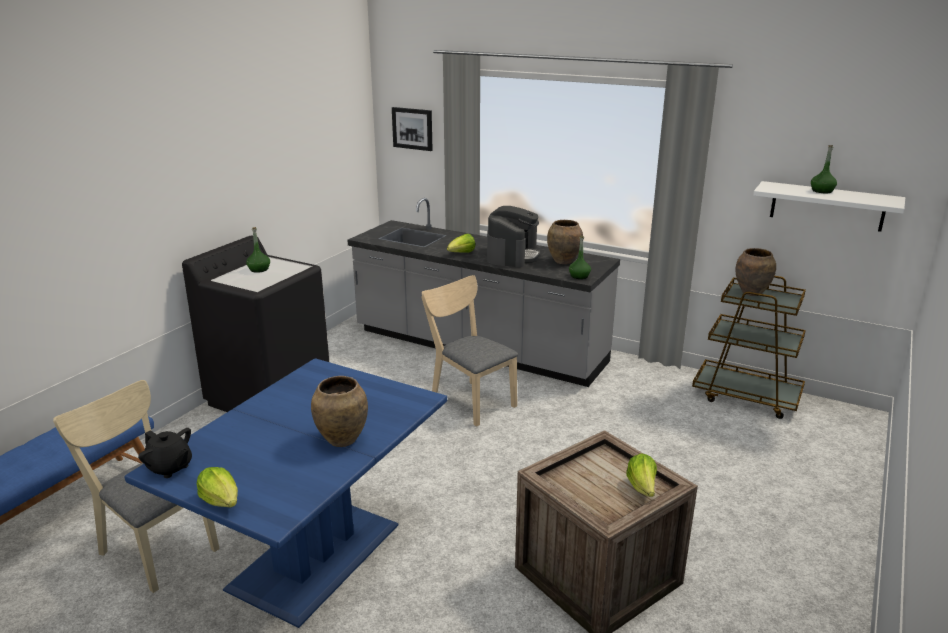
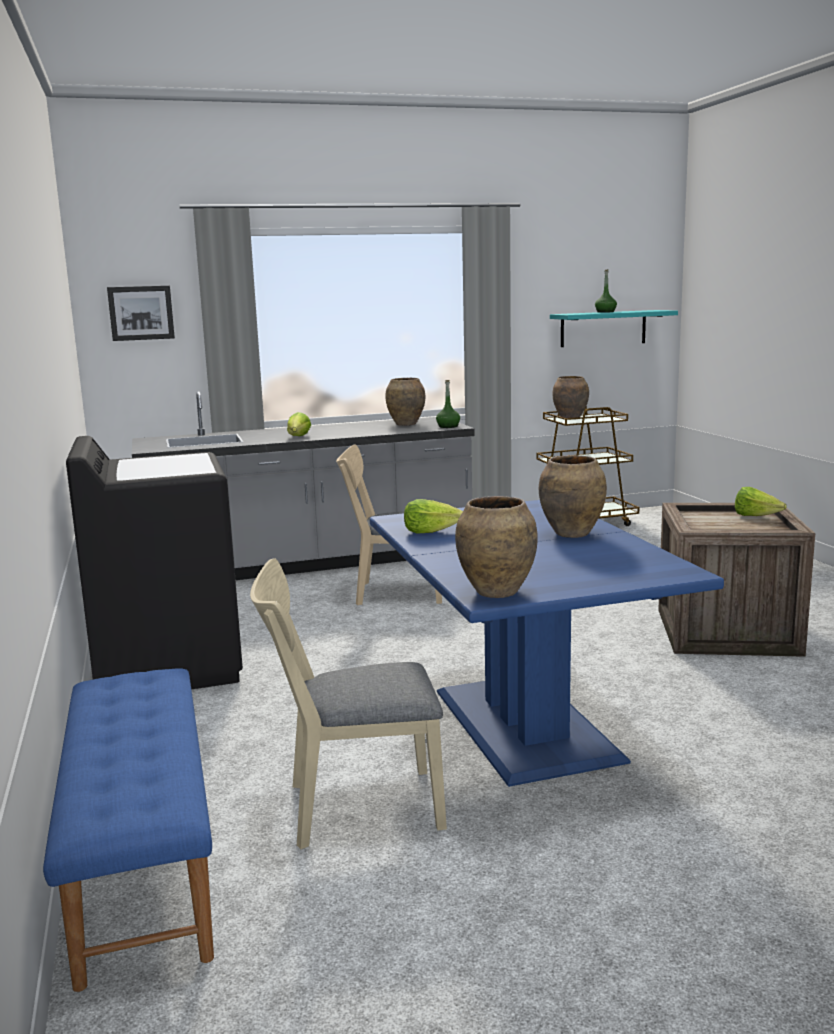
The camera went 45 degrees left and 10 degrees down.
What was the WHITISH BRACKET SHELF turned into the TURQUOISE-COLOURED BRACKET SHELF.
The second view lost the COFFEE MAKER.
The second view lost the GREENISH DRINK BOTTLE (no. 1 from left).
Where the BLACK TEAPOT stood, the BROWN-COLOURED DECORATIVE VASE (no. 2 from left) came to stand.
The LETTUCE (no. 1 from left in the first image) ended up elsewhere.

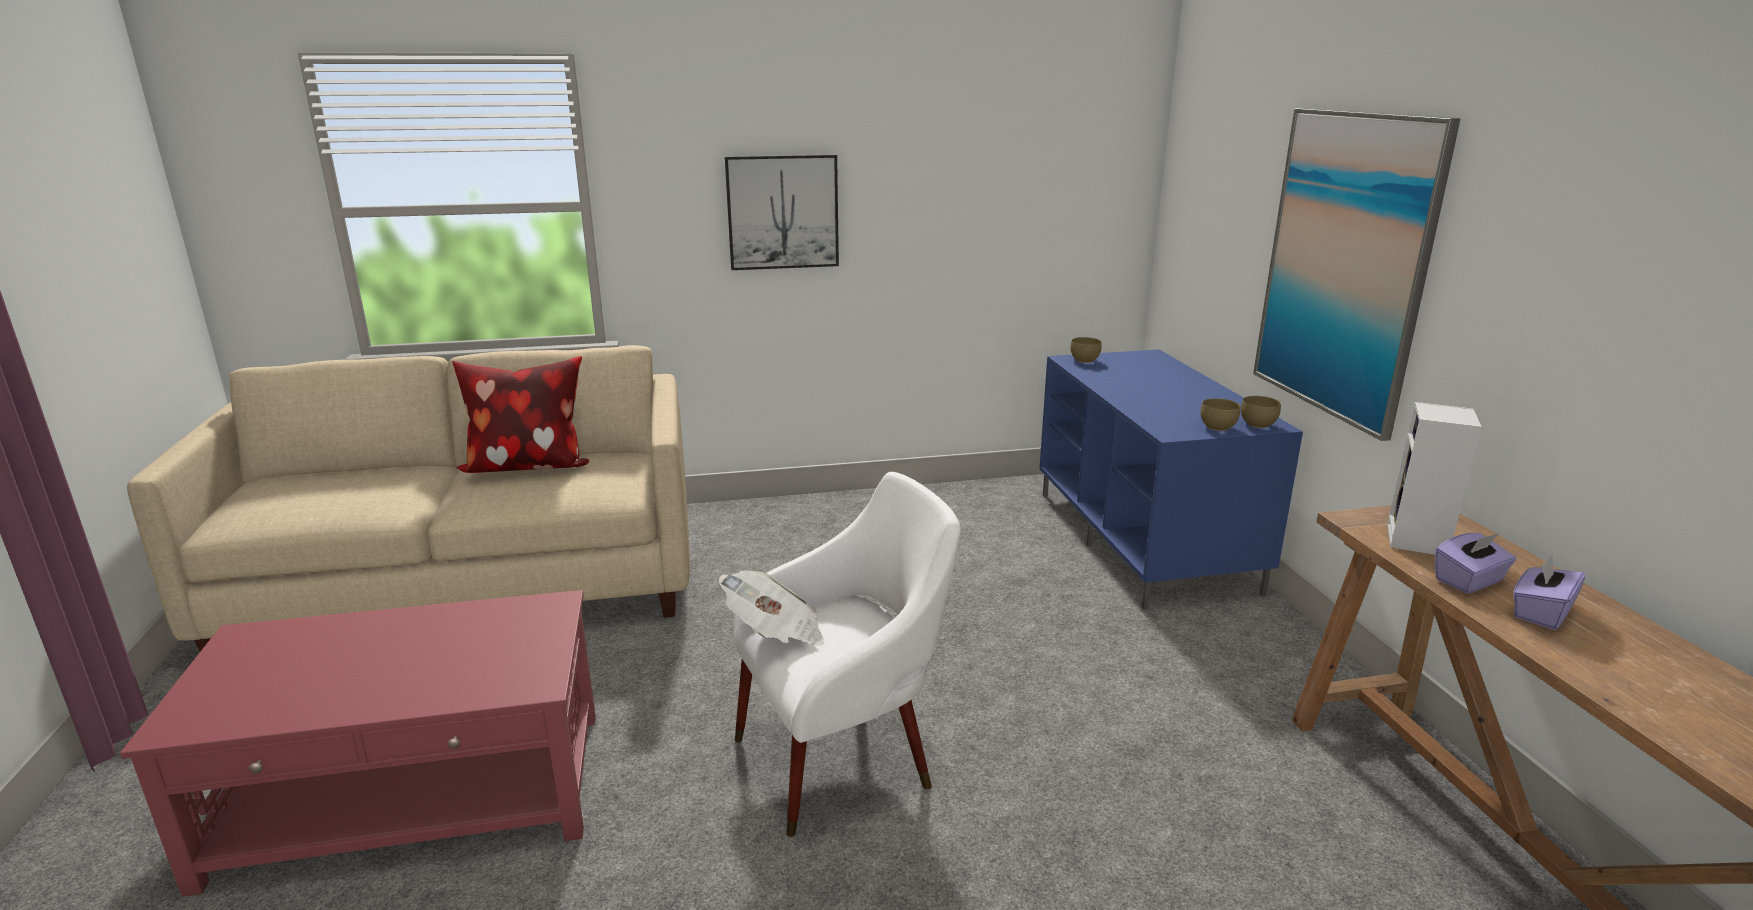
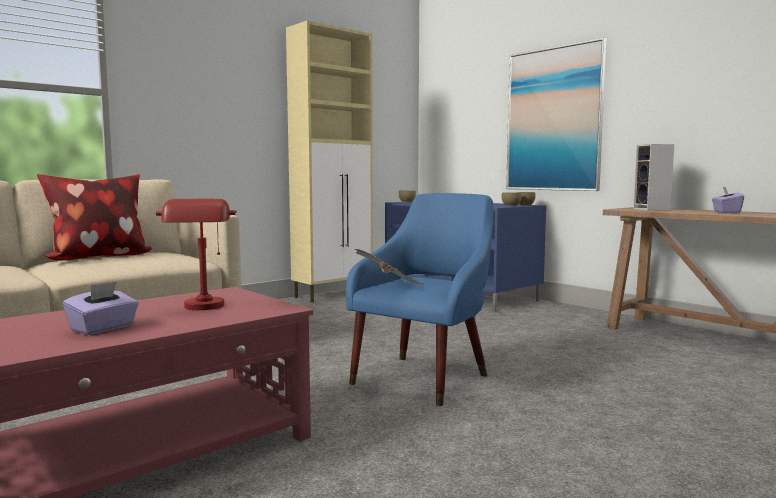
The camera went 30 degrees left and 15 degrees down.
The second view lost the WALL PICTURE (no. 1 from left).
What was the WHITISH ARMCHAIR turned into the BLUE ARMCHAIR.
The PURPLISH TISSUE BOX (no. 1 from left) ended up elsewhere.
The second view gained the BEIGE-COLOURED STORAGE CABINET.
The second view gained the RED-COLOURED LAMP FOR A TABLE.

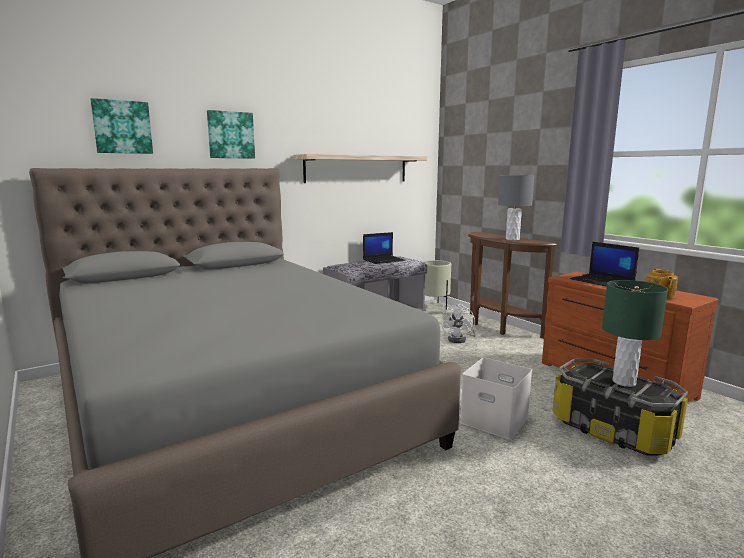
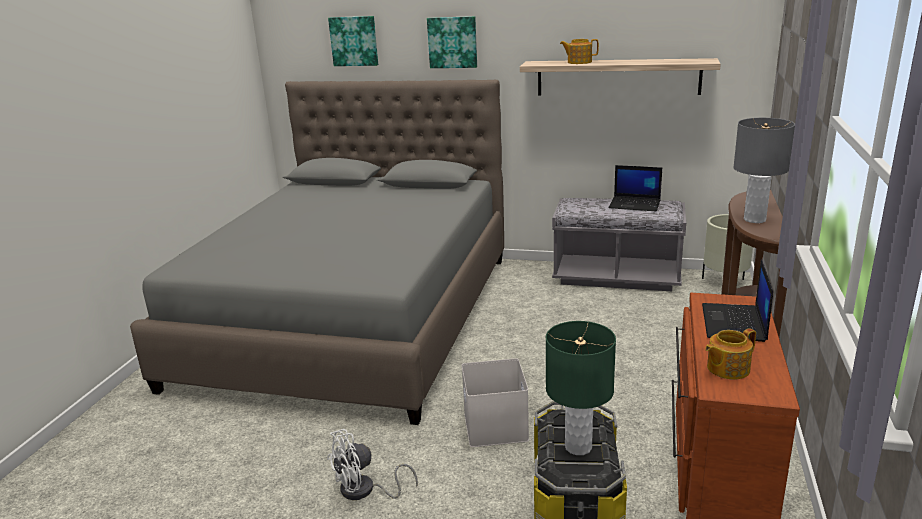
The camera went 50 degrees right and 10 degrees up.
The WHITISH ELECTRIC FAN ended up elsewhere.
The second view gained the TEAPOT (no. 1 from left).

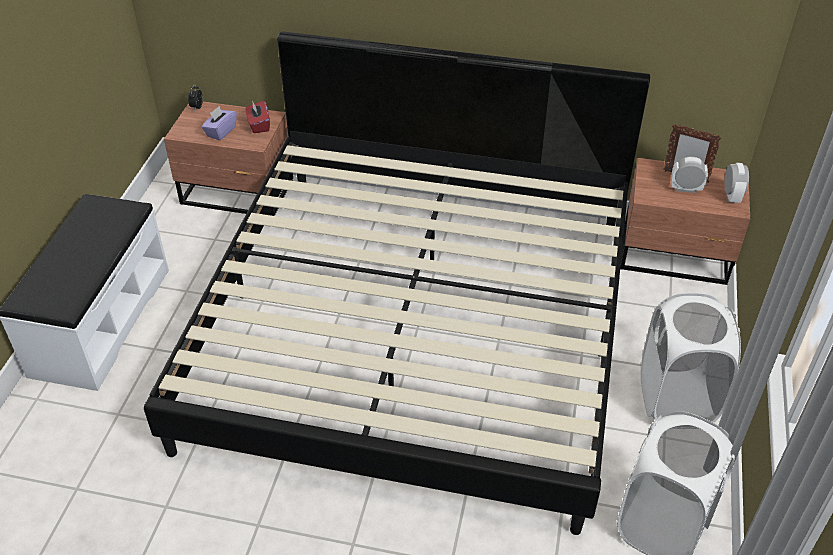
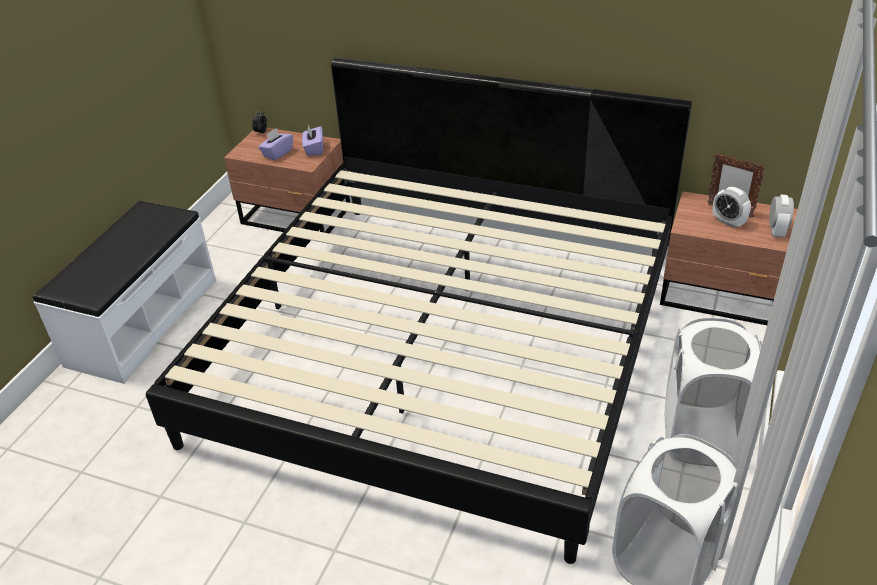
The camera went 10 degrees right and 5 degrees down.
What was the RED-COLOURED TISSUE BOX turned into the PURPLISH TISSUE BOX (no. 2 from left).
The TABLE CLOCK (no. 2 from left) ended up facing another way, 150 degrees counterclockwise from before.

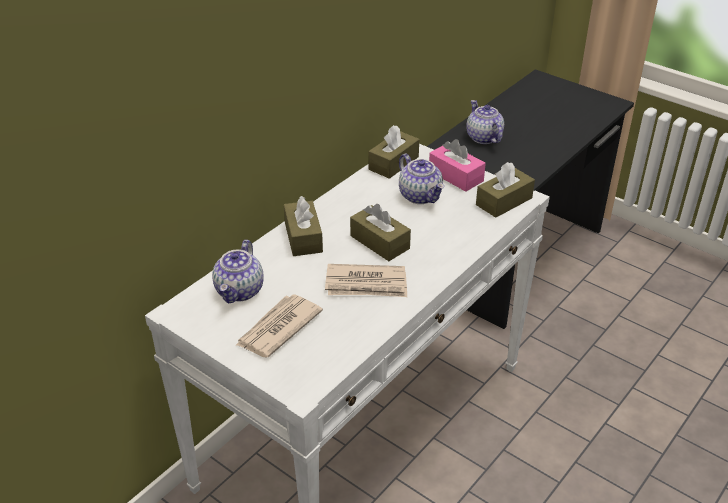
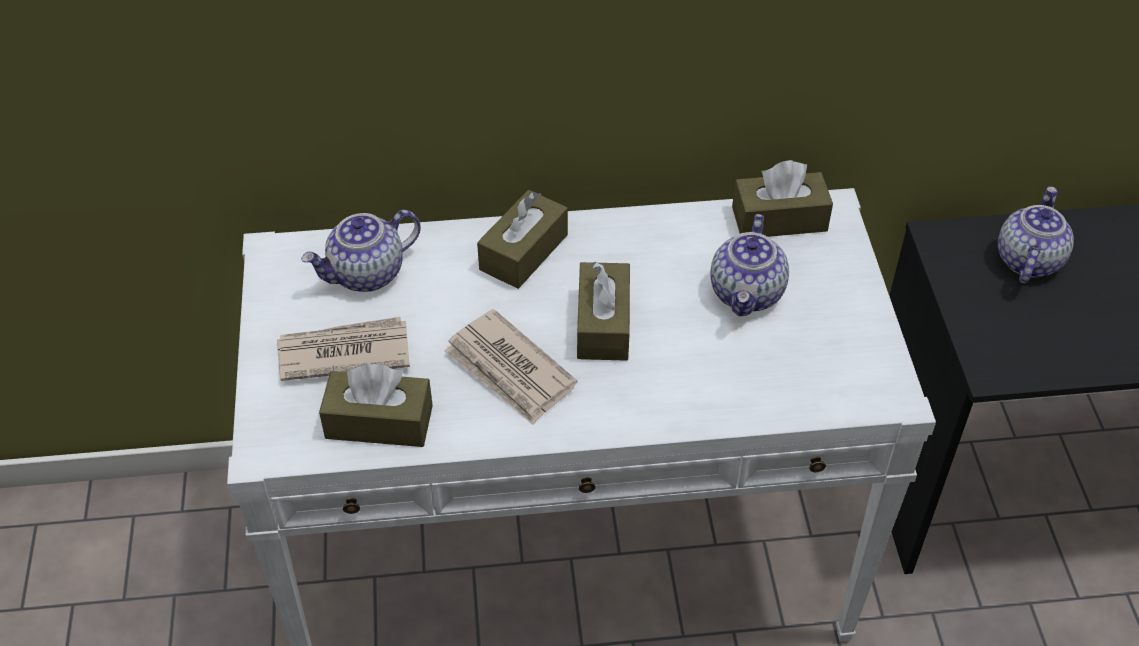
The camera went 45 degrees right and 10 degrees up.
The second view lost the PINKISH TISSUE BOX.
The BROWN-COLOURED TISSUE BOX (no. 4 from left in the first image) ended up elsewhere.

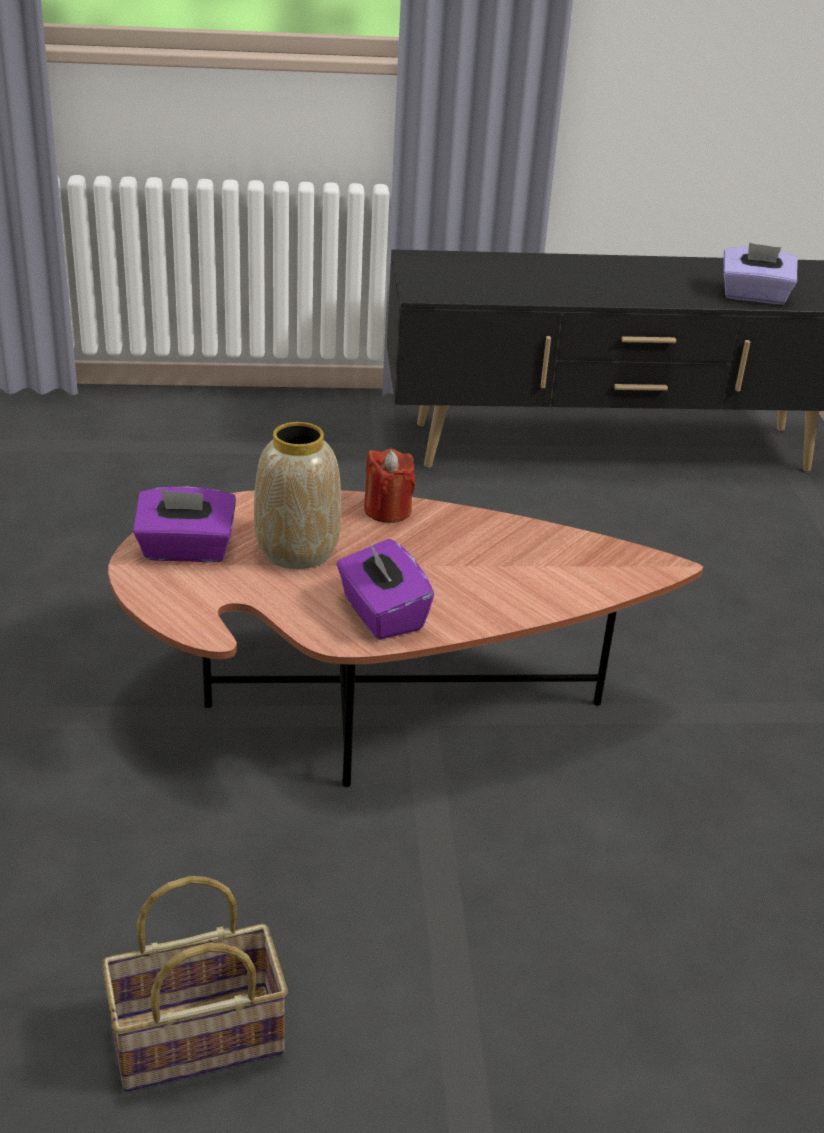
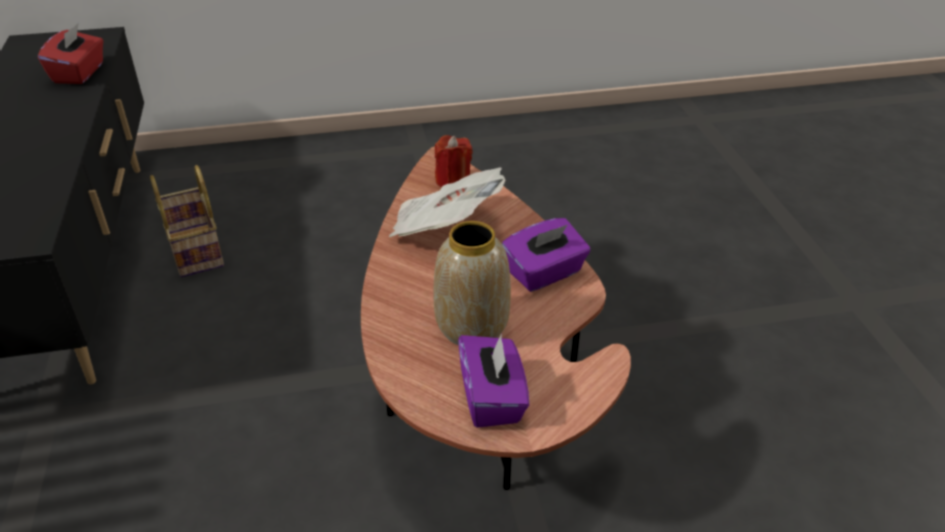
The camera went 95 degrees left and 5 degrees up.
What was the PURPLISH TISSUE BOX (no. 3 from left) turned into the RED-COLOURED TISSUE BOX.
The RED-COLOURED CANDLE ended up elsewhere.
The STORAGE BASKET ended up elsewhere.
The second view gained the NEWSPAPER.

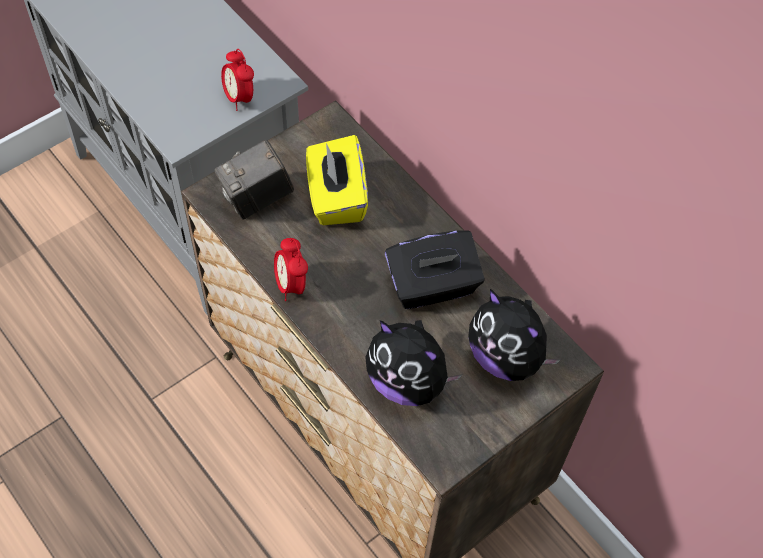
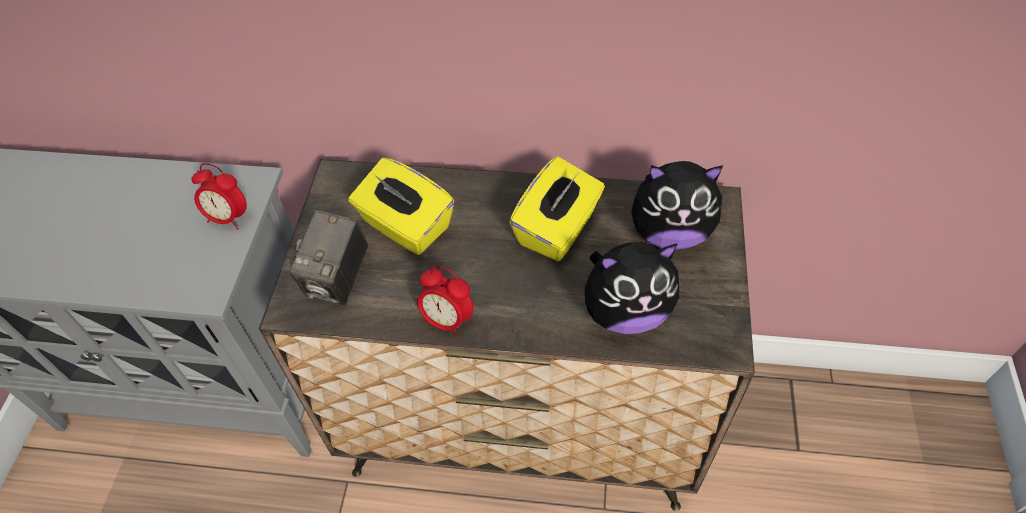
The camera went 40 degrees left and 5 degrees down.
What was the BLACK TISSUE BOX turned into the YELLOW TISSUE BOX (no. 2 from left).

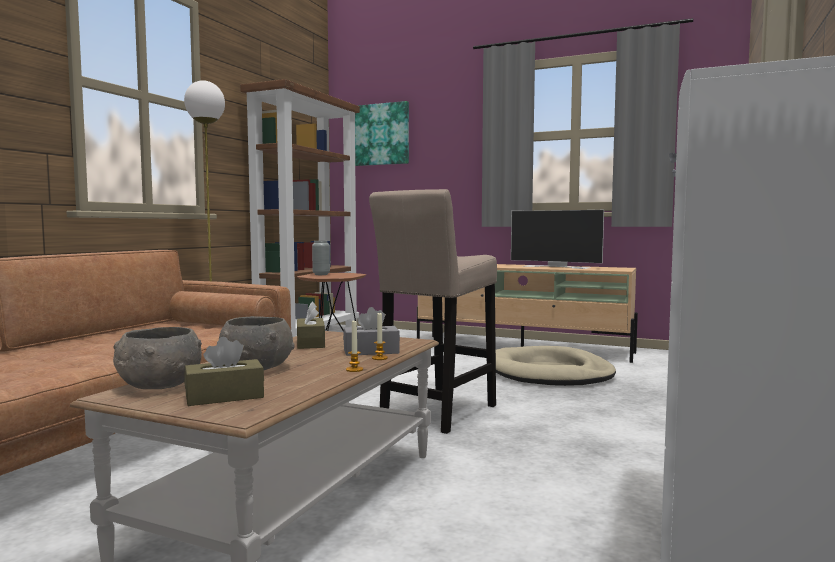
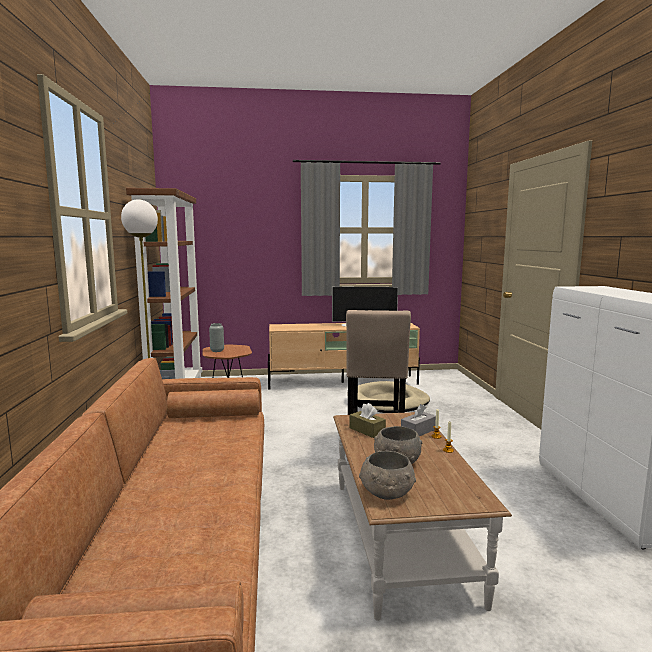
The camera went 30 degrees left and 5 degrees up.
The second view lost the WALL PICTURE.
The second view lost the BROWN-COLOURED TISSUE BOX (no. 1 from left).

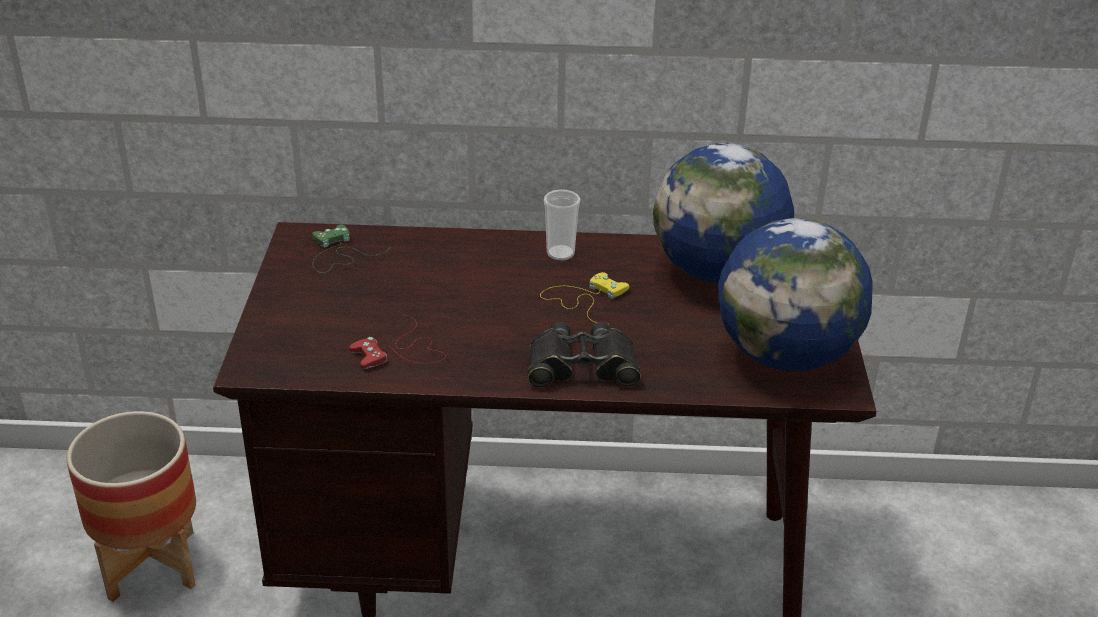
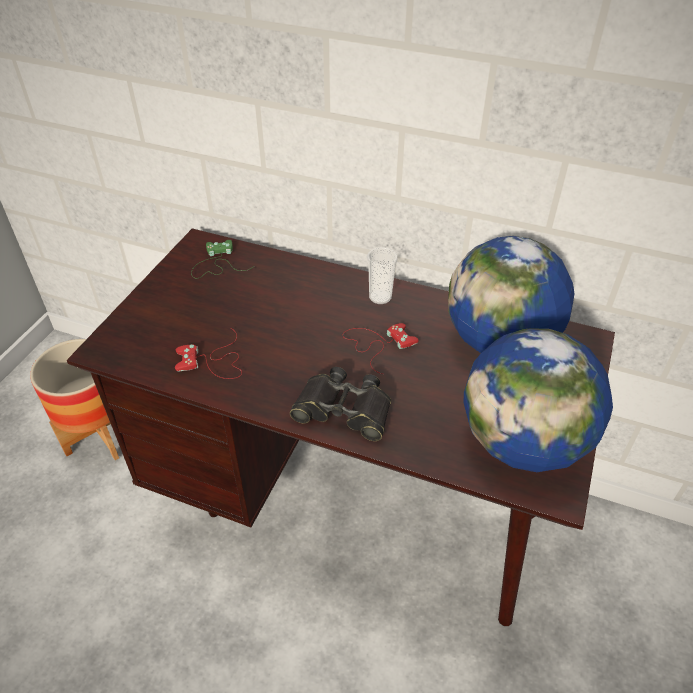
The camera went 20 degrees right and 10 degrees up.
What was the YELLOW GAMEPAD turned into the RED-COLOURED GAMEPAD (no. 2 from left).

